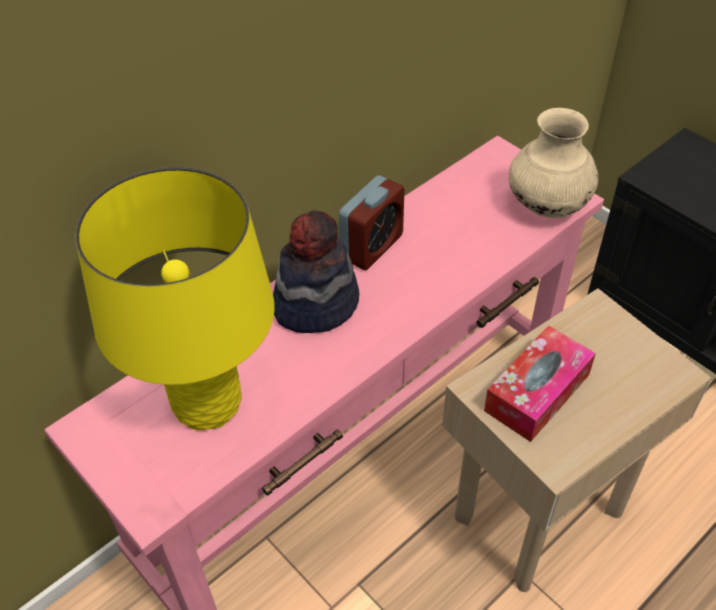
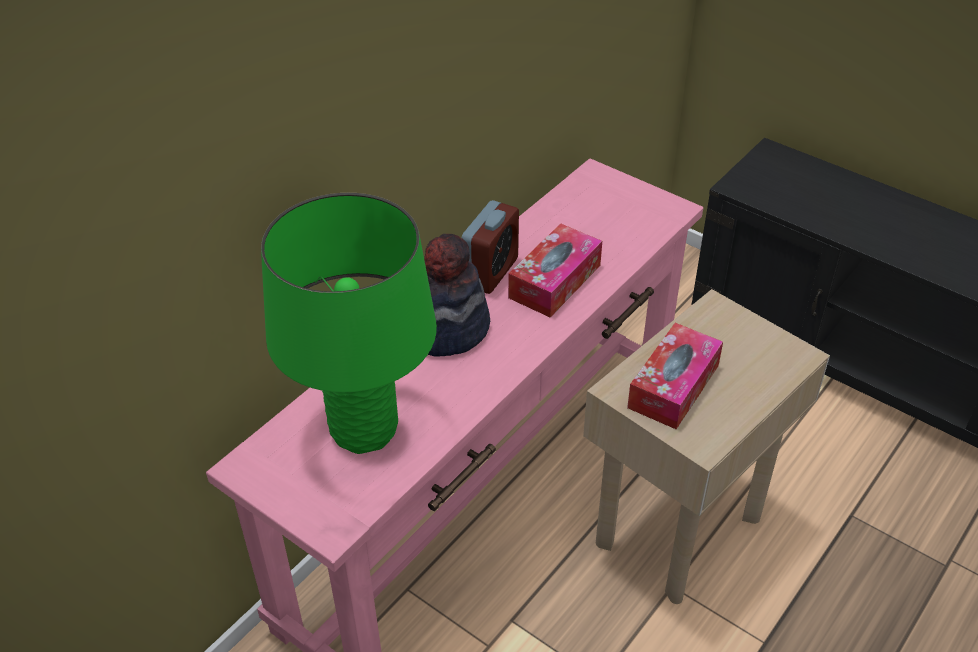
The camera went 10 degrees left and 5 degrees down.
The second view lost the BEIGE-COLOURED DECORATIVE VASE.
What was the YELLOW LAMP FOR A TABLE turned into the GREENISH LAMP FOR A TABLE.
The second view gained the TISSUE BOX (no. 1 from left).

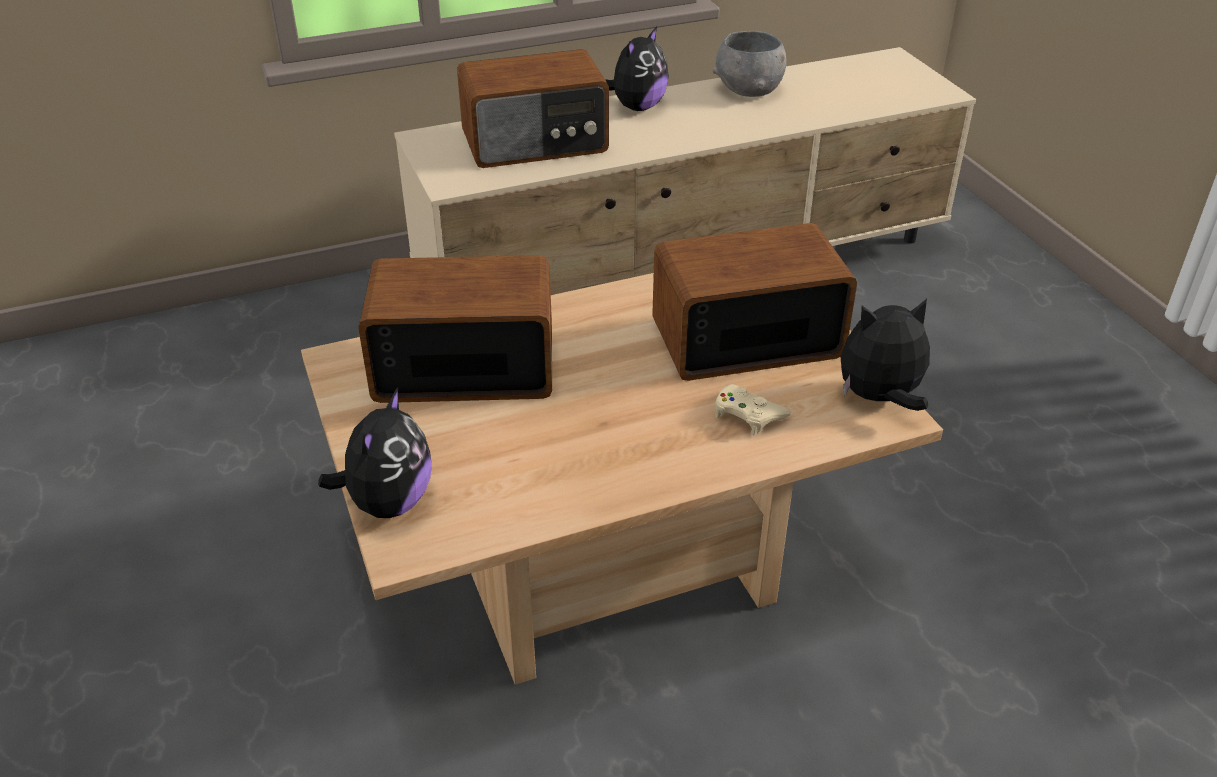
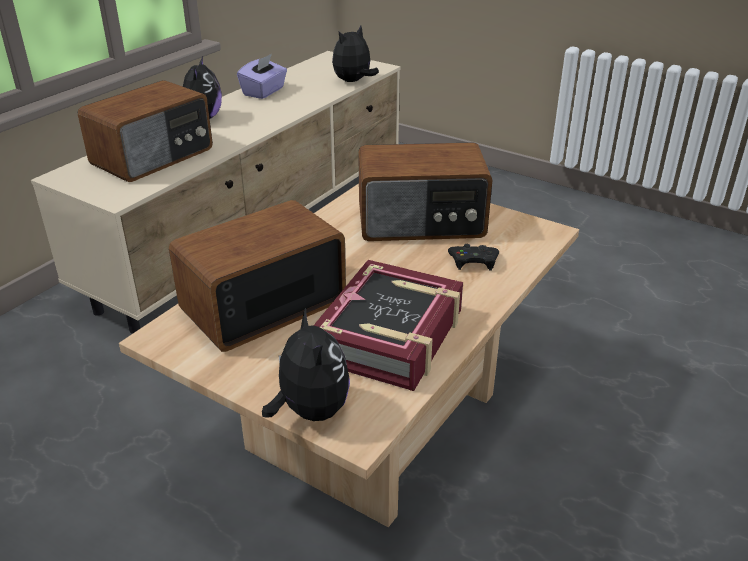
The camera went 35 degrees left and 5 degrees down.
Where the GREYISH SERVING BOWL stood, the PURPLISH TISSUE BOX came to stand.
The RADIO (no. 3 from left) ended up facing another way, 135 degrees counterclockwise from before.
The CUDDLY TOY (no. 3 from left) ended up elsewhere.
What was the BEIGE-COLOURED GAMEPAD turned into the BLACK GAMEPAD.
The second view gained the BOUND BOOK.

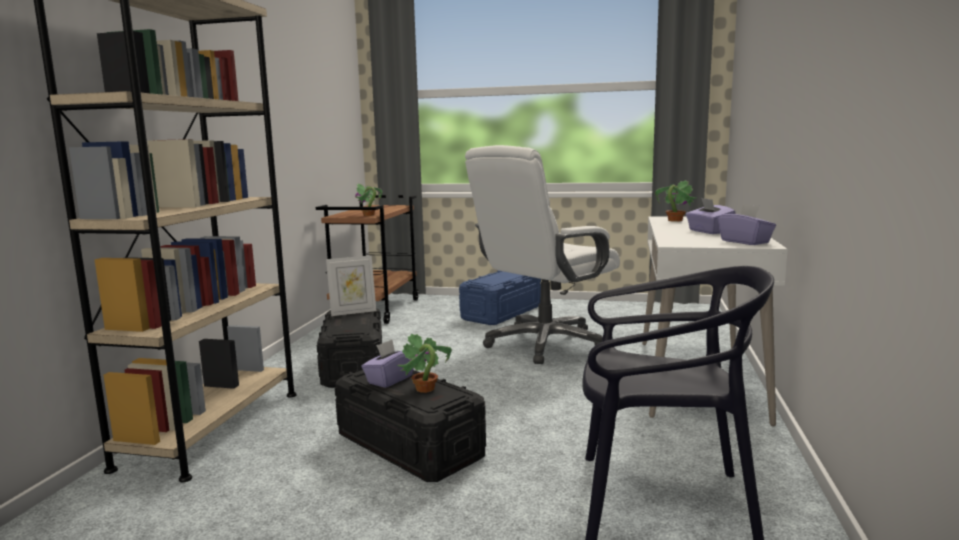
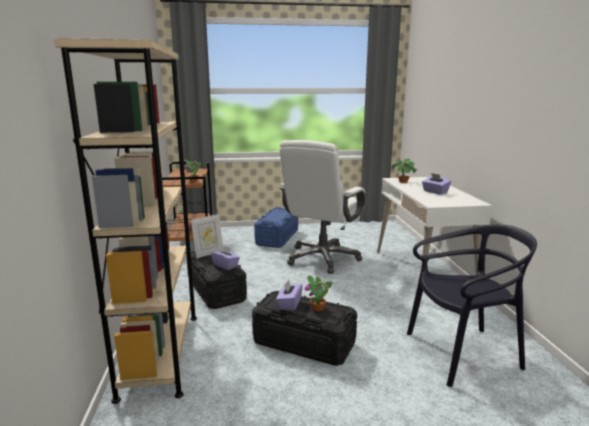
The camera went 20 degrees left and 5 degrees up.
The PURPLISH TISSUE BOX (no. 3 from left in the first image) ended up elsewhere.

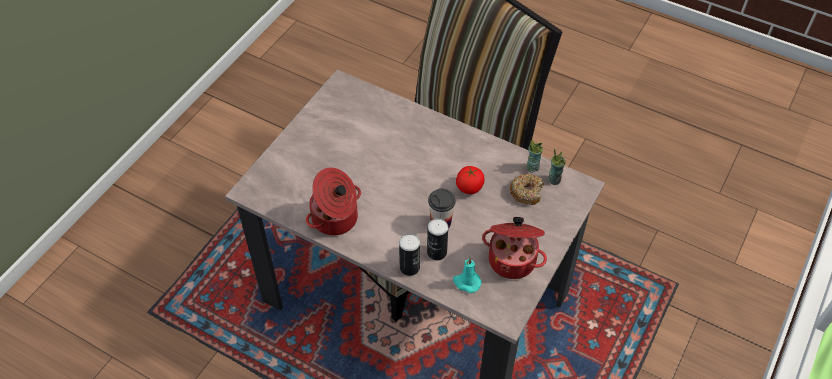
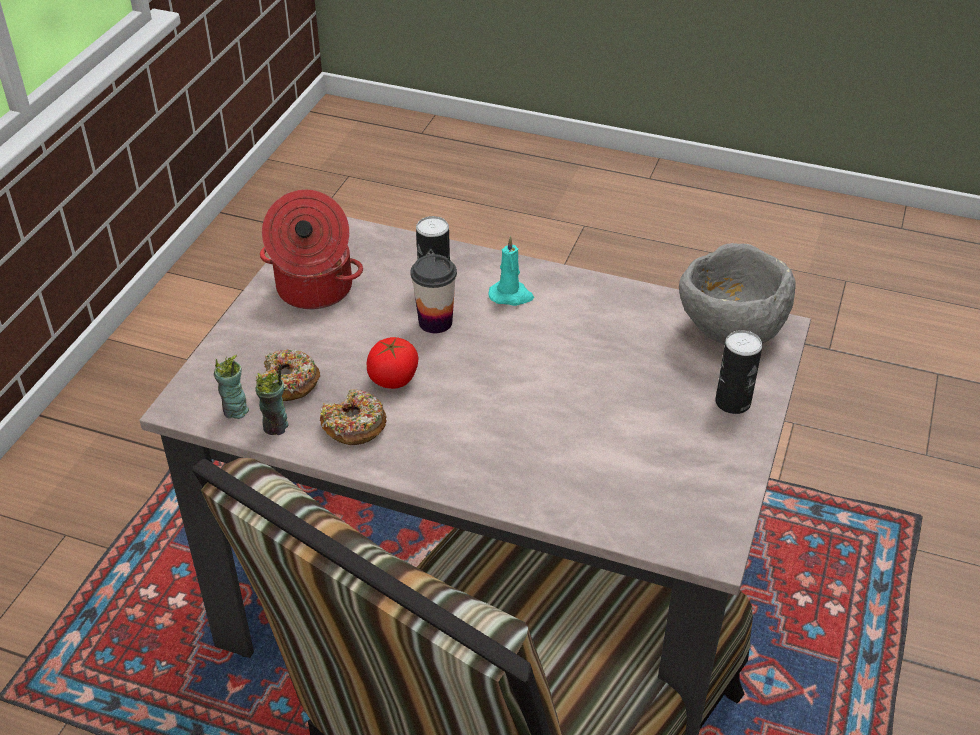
The camera went 170 degrees right and 10 degrees down.
The second view lost the COOKING POT (no. 1 from left).
The CAN (no. 1 from left in the first image) ended up elsewhere.
The TURQUOISE-COLOURED CANDLE ended up elsewhere.
The second view gained the GREYISH SERVING BOWL.
The second view gained the DOUGHNUT (no. 2 from left).

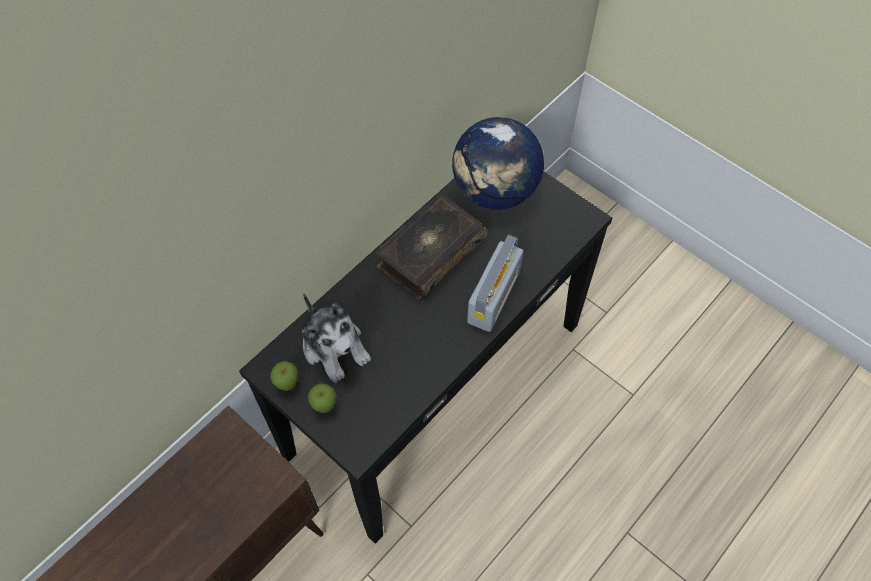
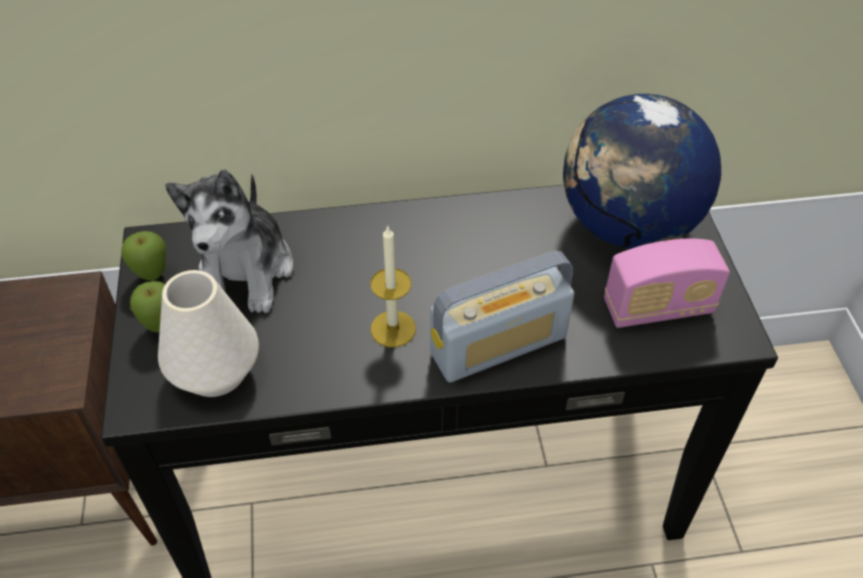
The camera went 40 degrees right and 10 degrees down.
The second view lost the BOUND BOOK.
The second view gained the CANDLE.
The second view gained the RADIO (no. 2 from left).
The second view gained the WHITISH DECORATIVE VASE.

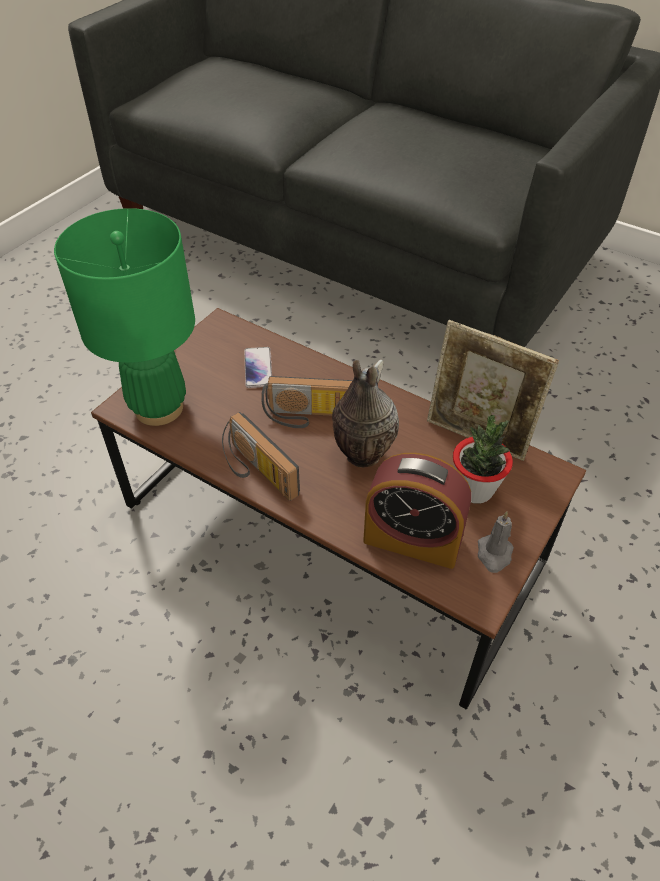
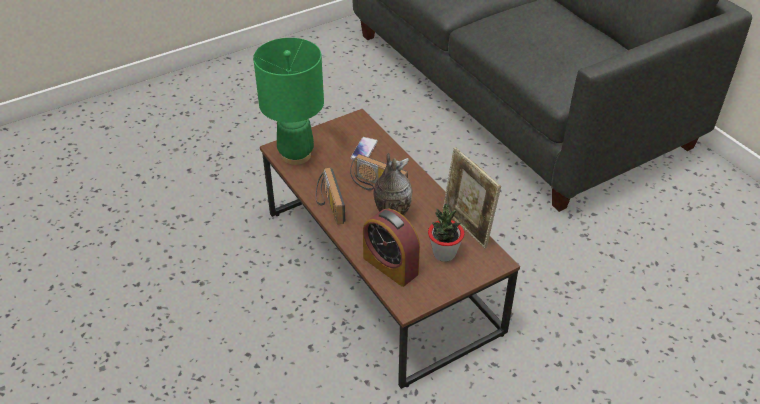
The camera went 25 degrees right and 5 degrees down.
The second view lost the GREYISH CANDLE.

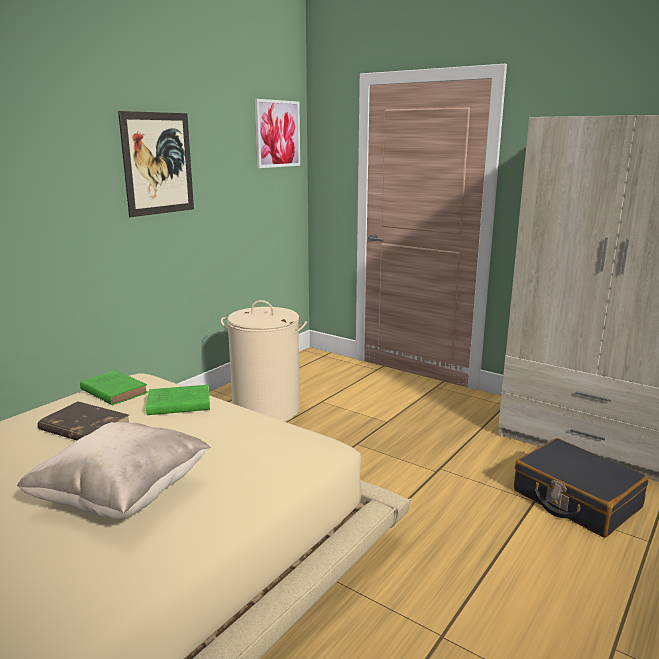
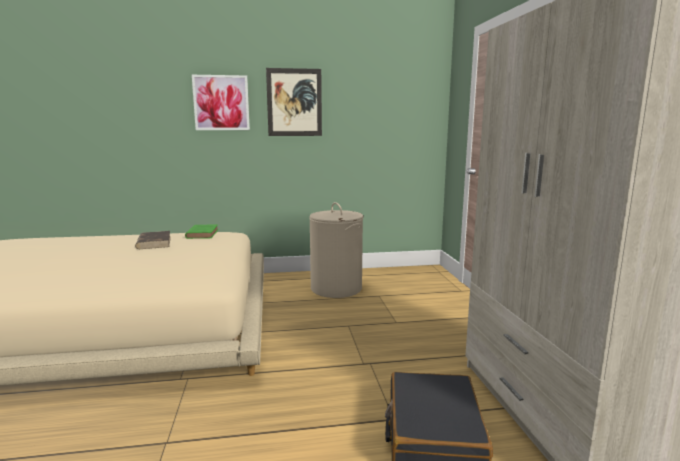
The camera went 45 degrees right and 5 degrees down.
The WALL PICTURE (no. 2 from left in the first image) ended up elsewhere.
The second view lost the GREENISH BOUND BOOK (no. 2 from left).
The second view lost the BEIGE-COLOURED PILLOW.

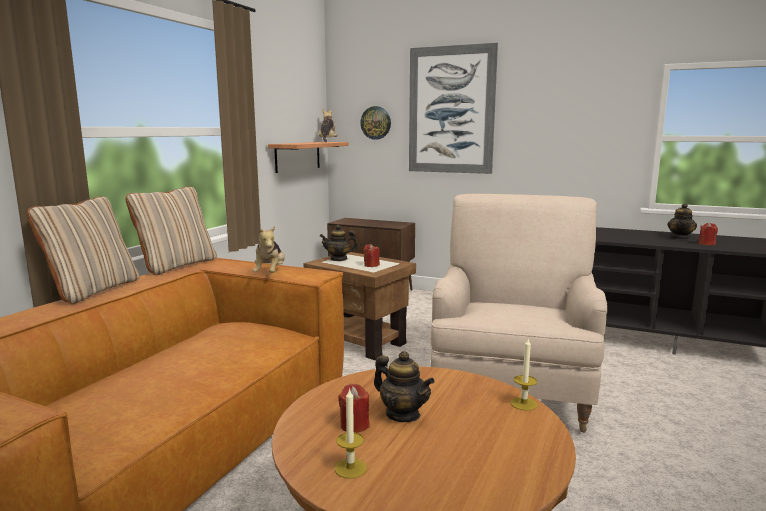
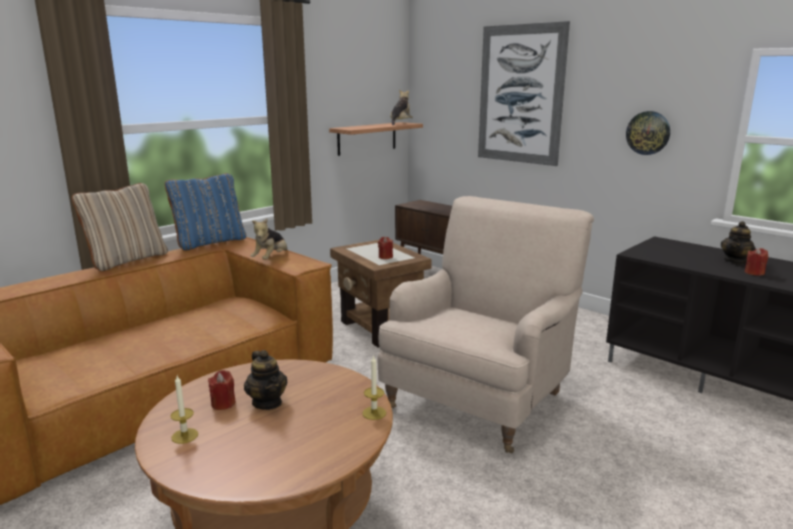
The camera went 20 degrees right and 5 degrees up.
The CLOCK ON THE WALL ended up elsewhere.
What was the BEIGE-COLOURED PILLOW (no. 2 from left) turned into the BLUE PILLOW.
The second view lost the TEAPOT (no. 1 from left).

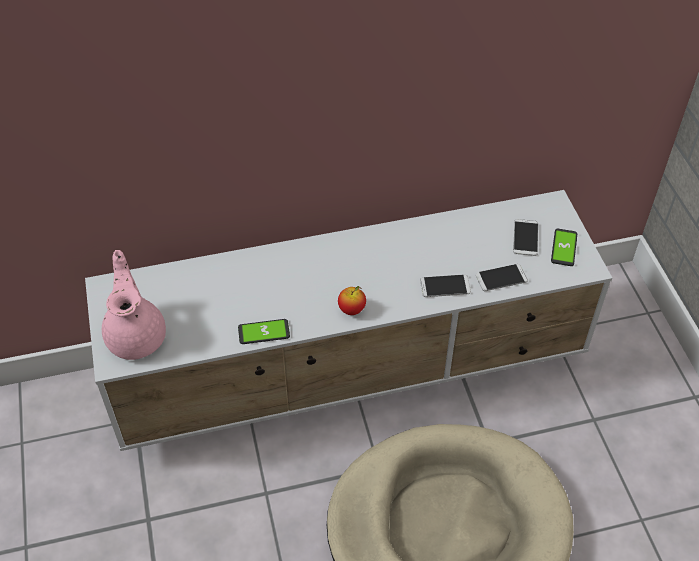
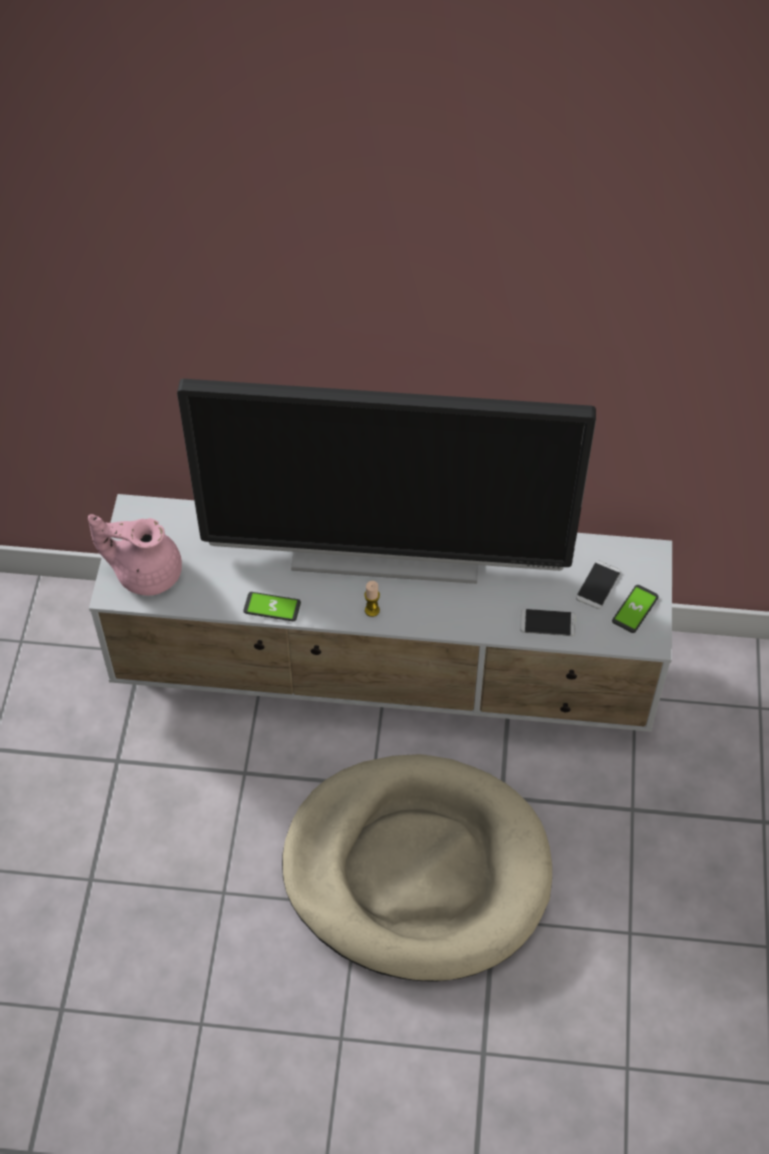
The camera went 20 degrees right and 5 degrees up.
The PINKISH TEAPOT ended up facing another way, 90 degrees counterclockwise from before.
The second view lost the TELEPHONE (no. 2 from left).
Where the WHOLE APPLE stood, the CANDLE came to stand.
The second view gained the TELEVISION.

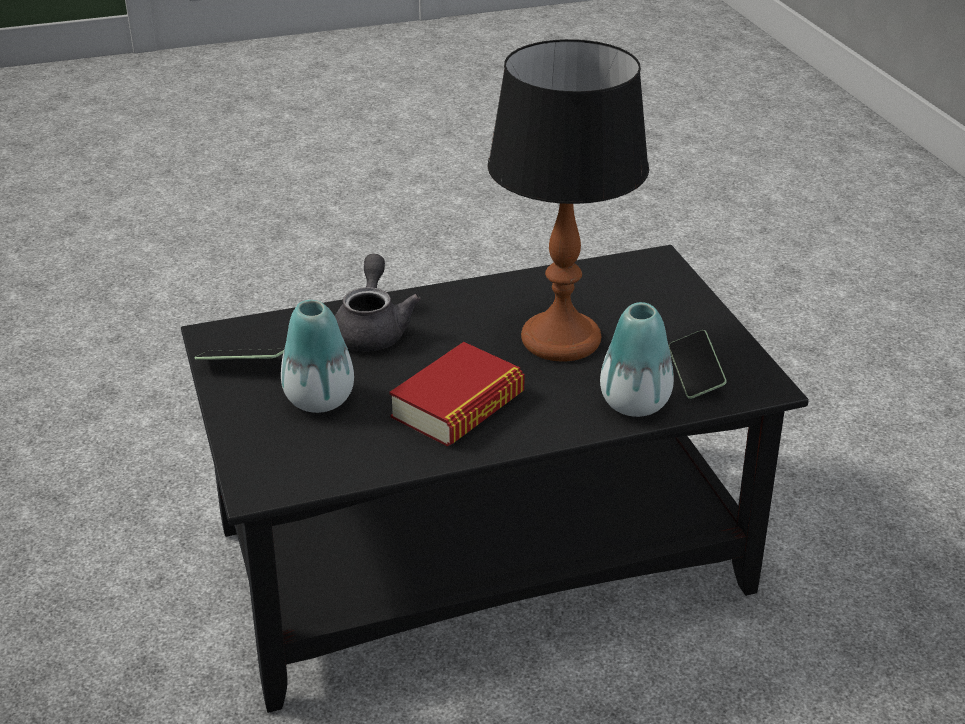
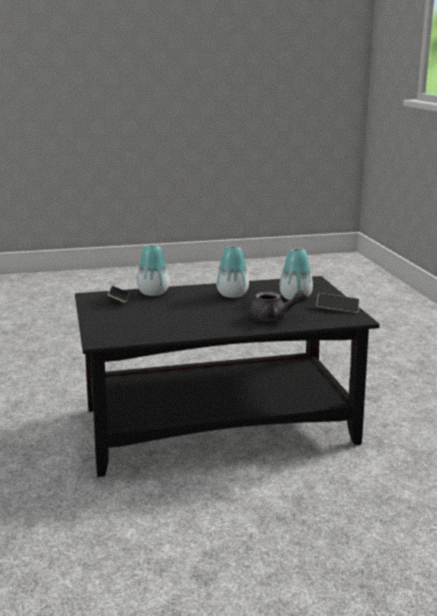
The camera went 175 degrees left and 15 degrees down.
The second view lost the LAMP FOR A TABLE.
The GREYISH TEAPOT ended up facing another way, 90 degrees counterclockwise from before.
Where the BOUND BOOK stood, the DECORATIVE VASE (no. 2 from left) came to stand.

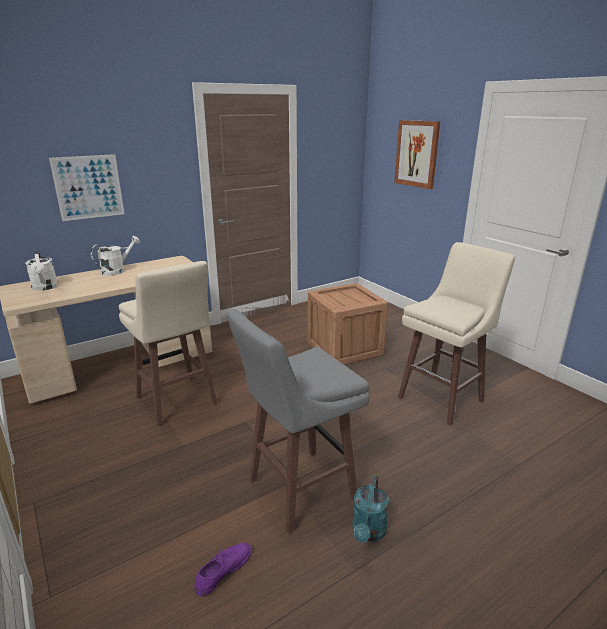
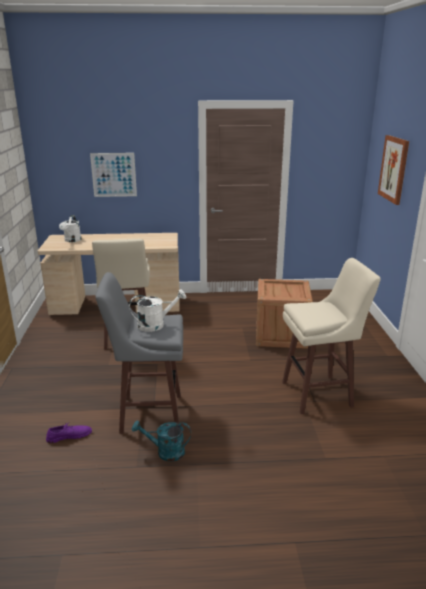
The camera went 30 degrees right and 0 degrees up.
The WHITISH WATERING POT (no. 2 from left) ended up elsewhere.
The TURQUOISE-COLOURED WATERING POT ended up facing another way, 45 degrees clockwise from before.

